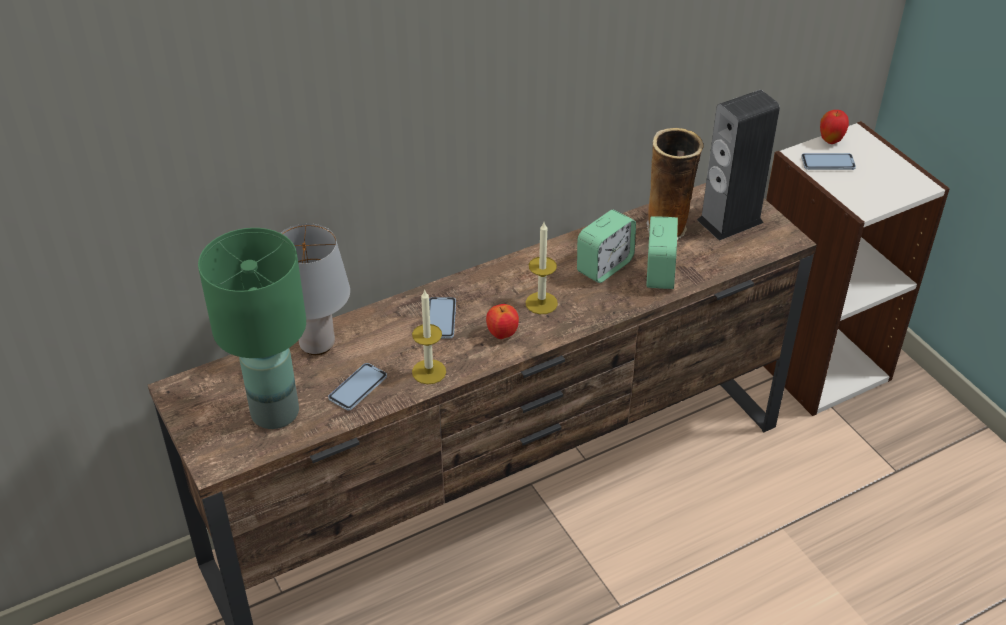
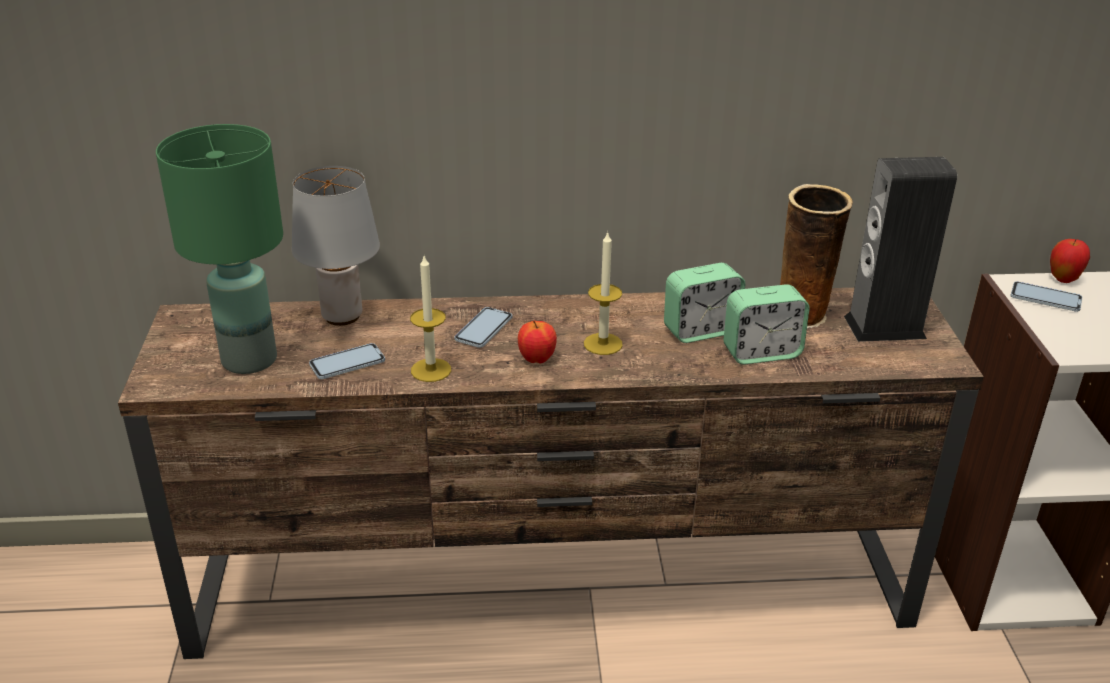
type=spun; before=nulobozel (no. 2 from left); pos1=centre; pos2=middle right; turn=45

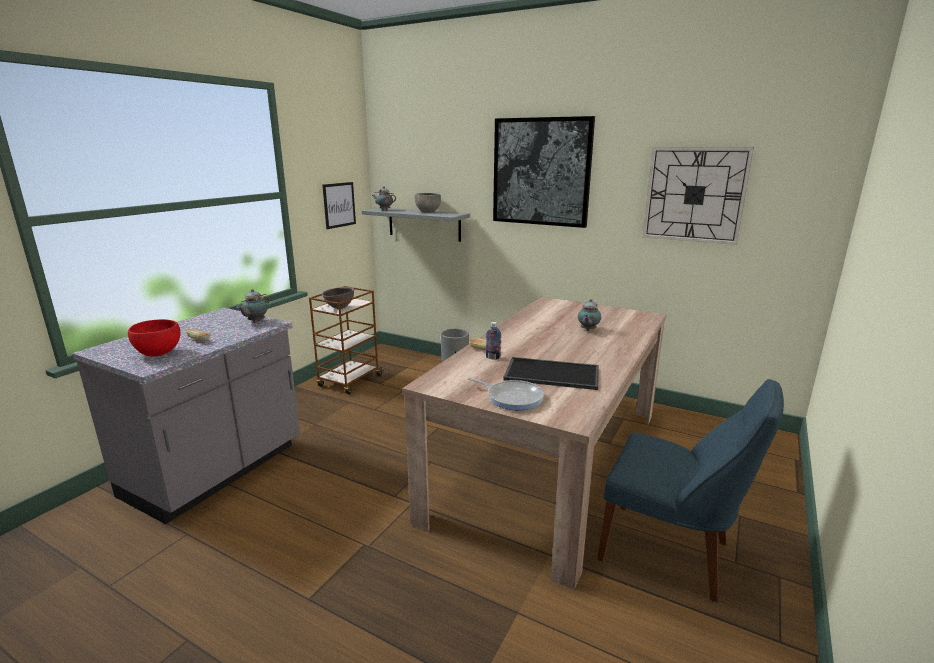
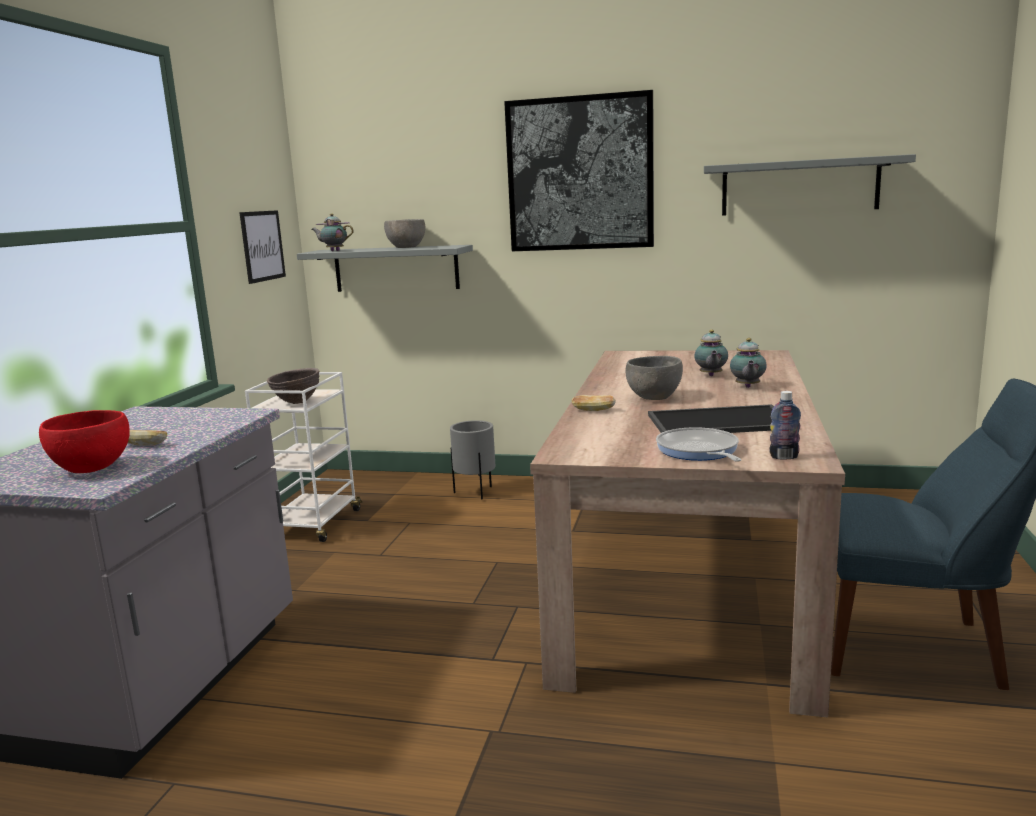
type=relocated; before=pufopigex (no. 1 from left in the first image); after=pufopigex (no. 3 from left); pos1=middle left; pos2=middle right
type=colour; before=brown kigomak; after=white kigomak; pos1=centre; pos2=middle left
type=spun; before=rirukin; pos1=centre; pos2=middle right; turn=-120
type=relocated; before=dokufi; pos1=centre; pos2=middle right
type=exchanged; before=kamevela; after=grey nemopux (no. 2 from left); pos1=top right; pos2=top right
type=appeared; after=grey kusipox (no. 2 from left); pos2=centre

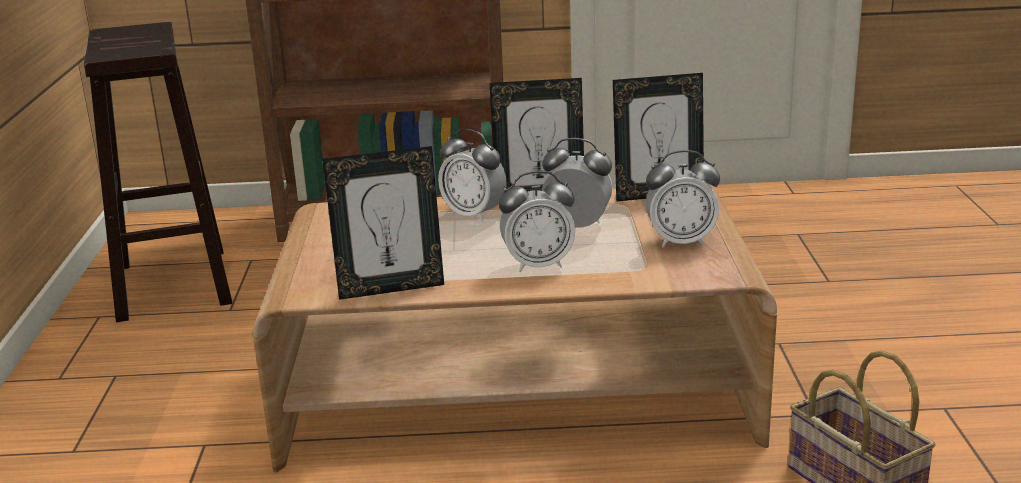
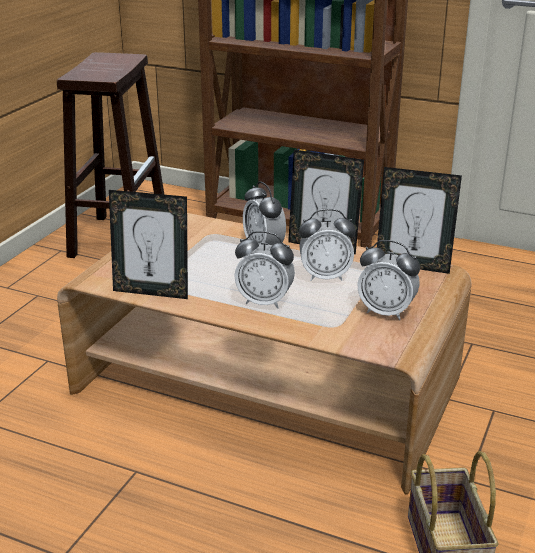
type=spun; before=nulobozel (no. 3 from left); pos1=centre; pos2=centre; turn=135

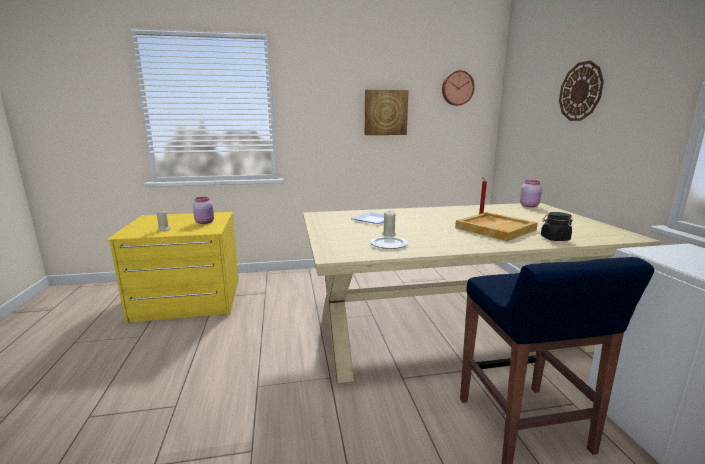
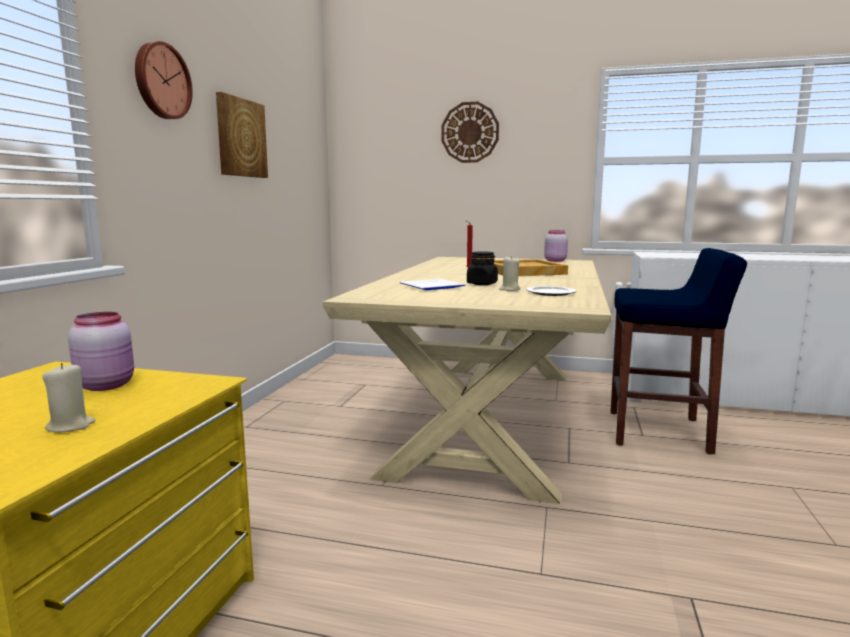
type=relocated; before=kamevela (no. 1 from left); pos1=top centre; pos2=top left
type=relocated; before=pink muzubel (no. 2 from left); pos1=middle right; pos2=centre
type=relocated; before=black muzubel; pos1=middle right; pos2=centre

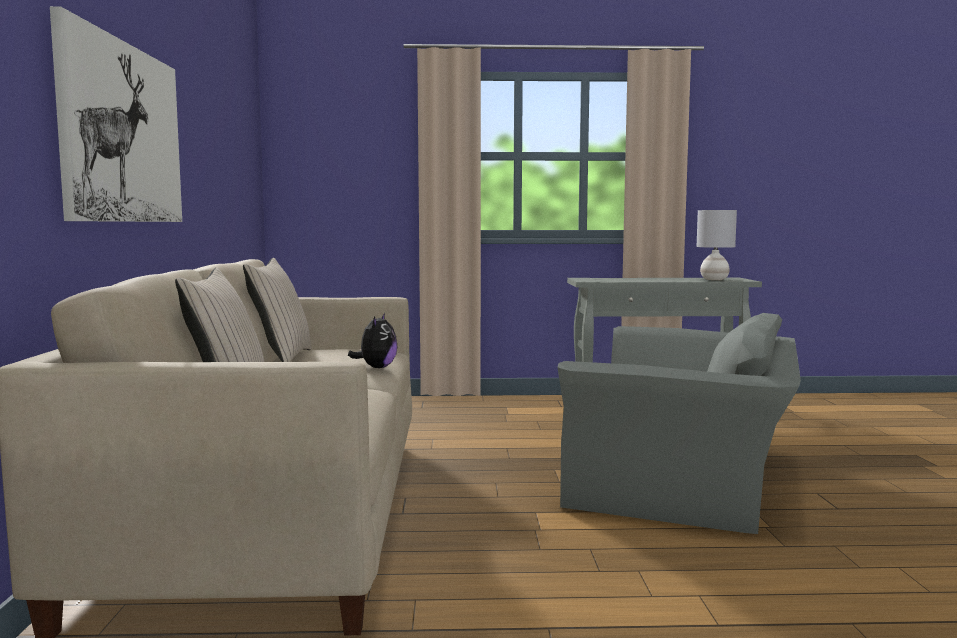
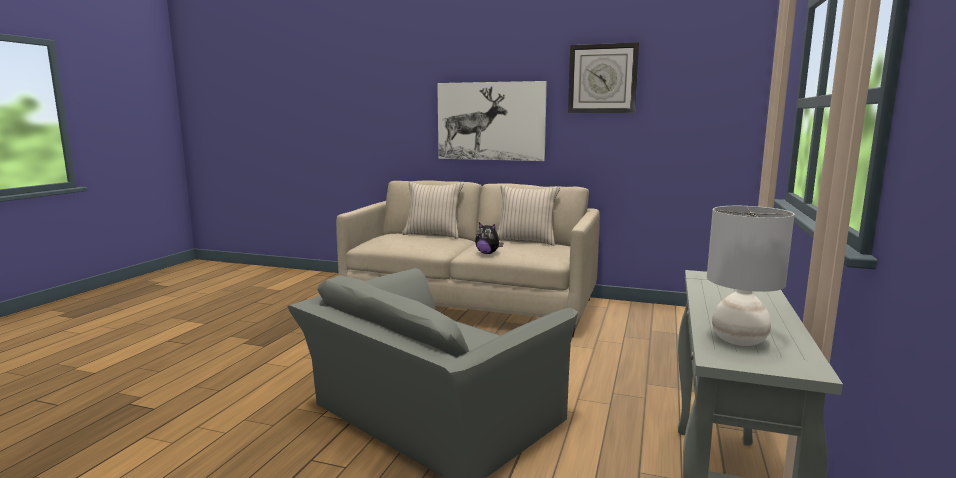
type=appeared; after=kamevela; pos2=top centre

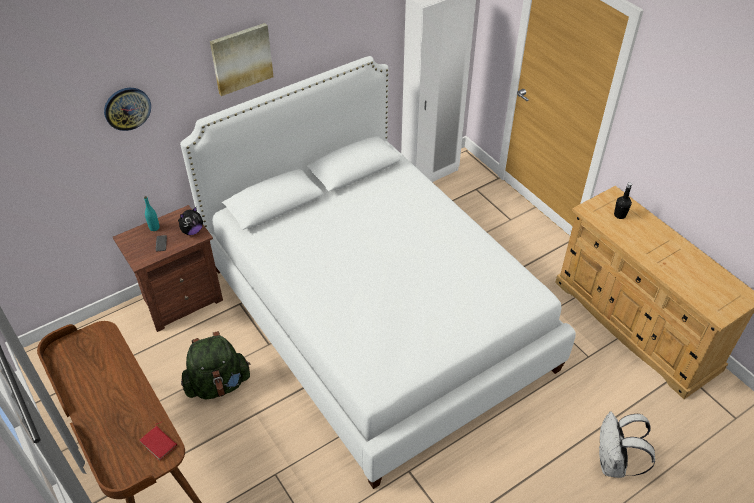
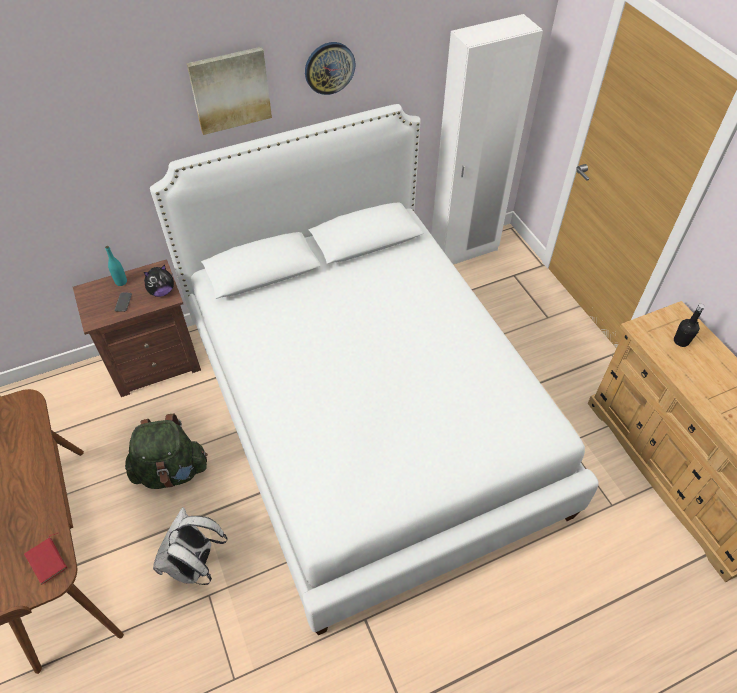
type=relocated; before=kamevela; pos1=top left; pos2=top centre
type=relocated; before=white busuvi; pos1=bottom right; pos2=bottom left

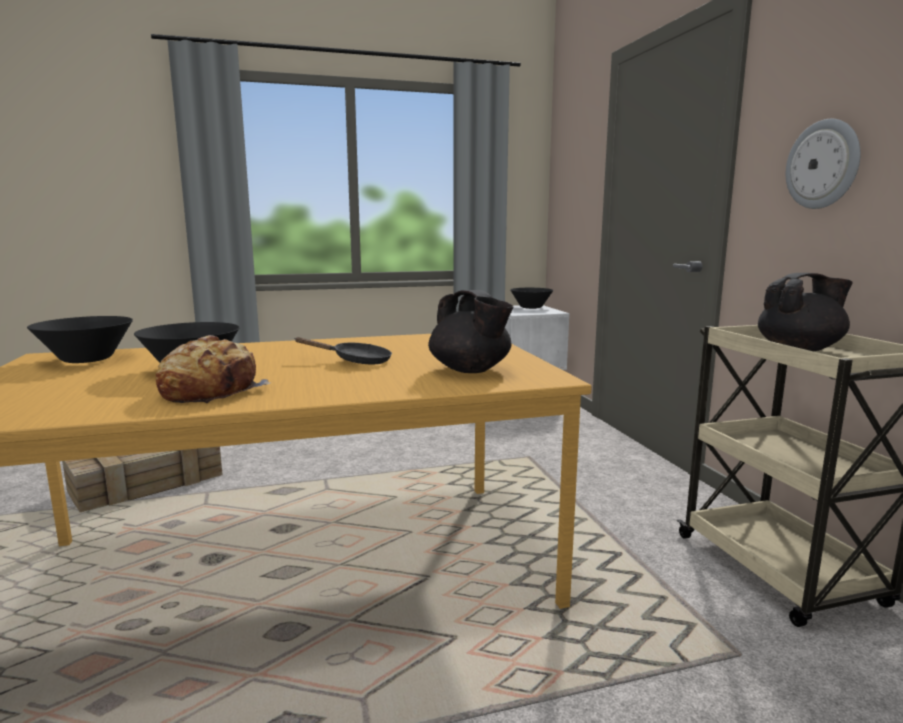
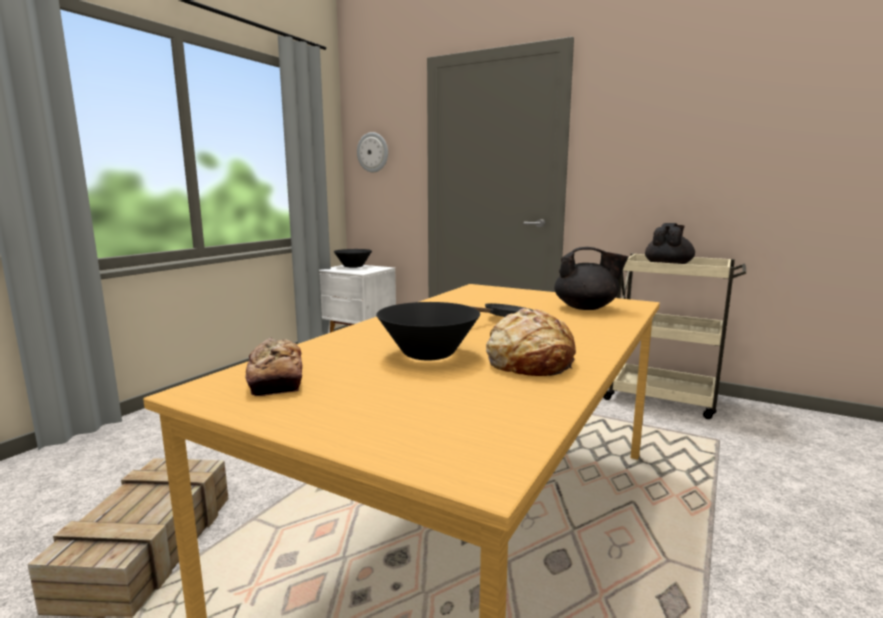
type=exchanged; before=black kusipox (no. 1 from left); after=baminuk (no. 1 from left); pos1=middle left; pos2=middle left
type=relocated; before=kamevela; pos1=top right; pos2=top centre

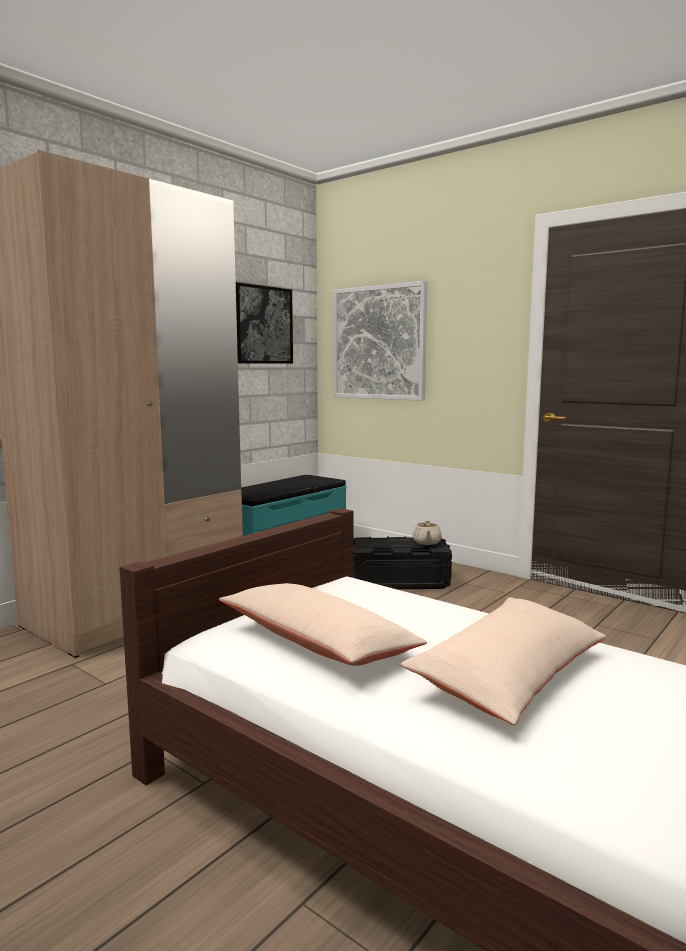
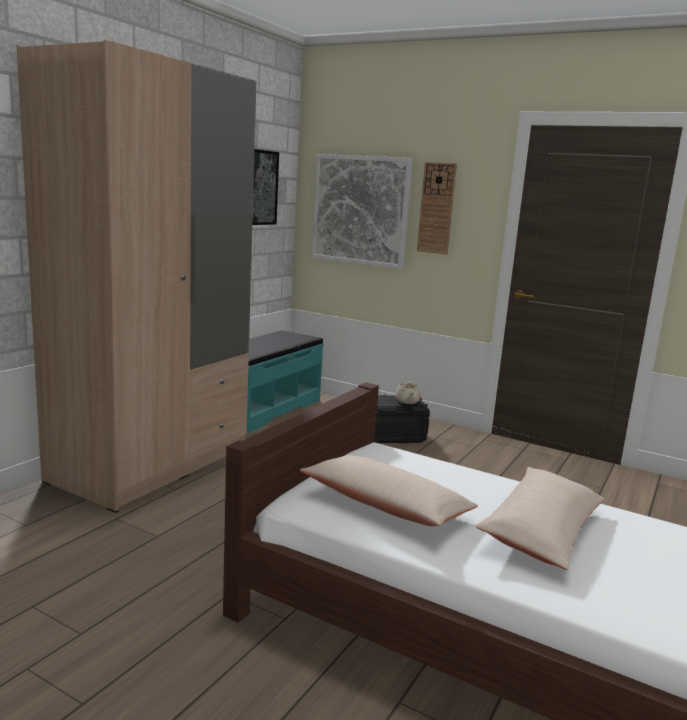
type=appeared; after=kamevela; pos2=top centre

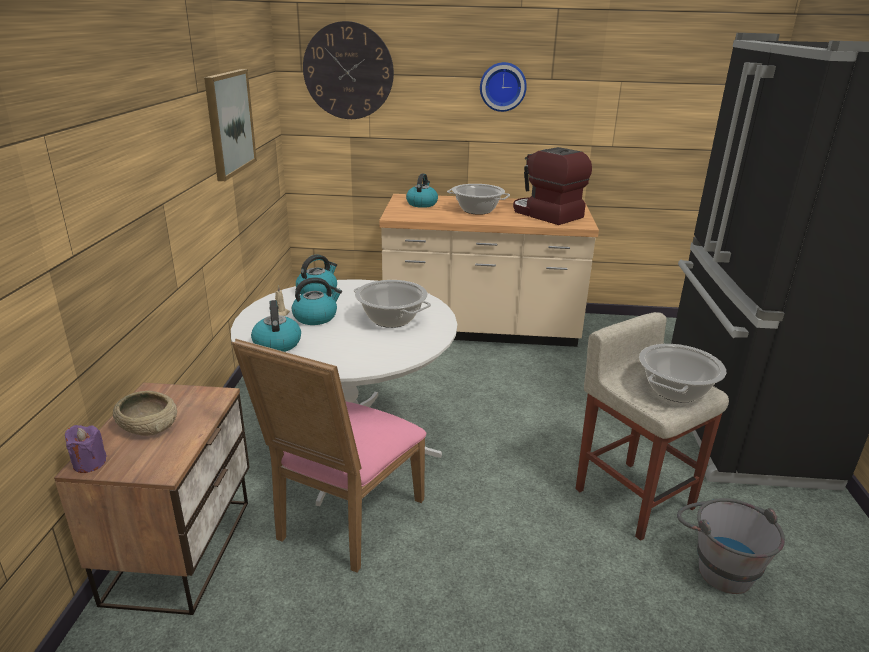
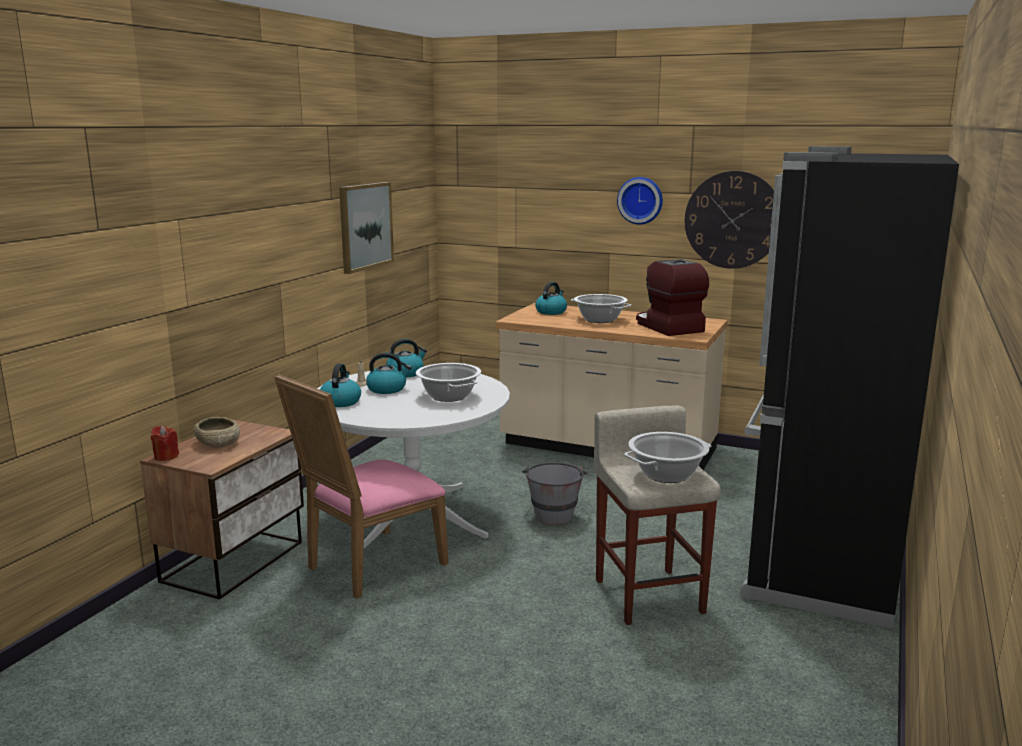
type=colour; before=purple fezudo; after=red fezudo; pos1=bottom left; pos2=middle left
type=relocated; before=kamevela (no. 1 from left in the first image); after=kamevela (no. 2 from left); pos1=top centre; pos2=top right
type=relocated; before=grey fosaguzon; pos1=bottom right; pos2=centre

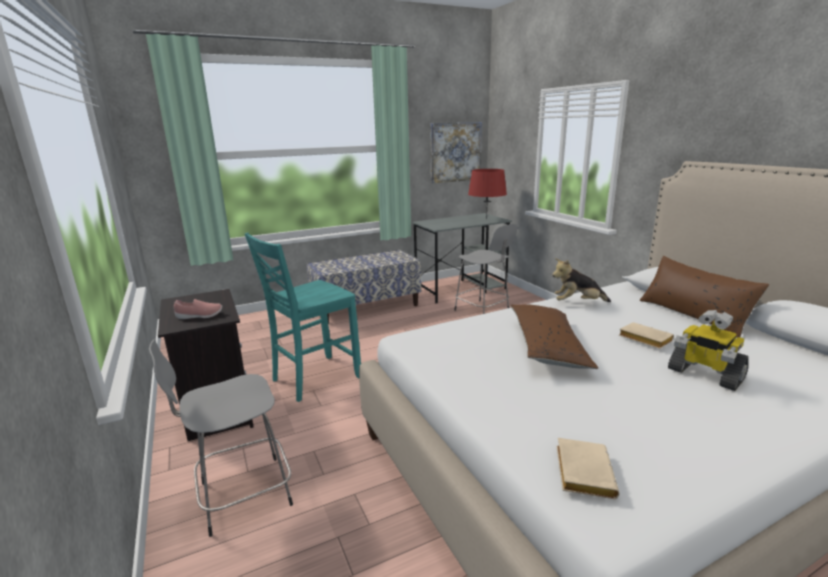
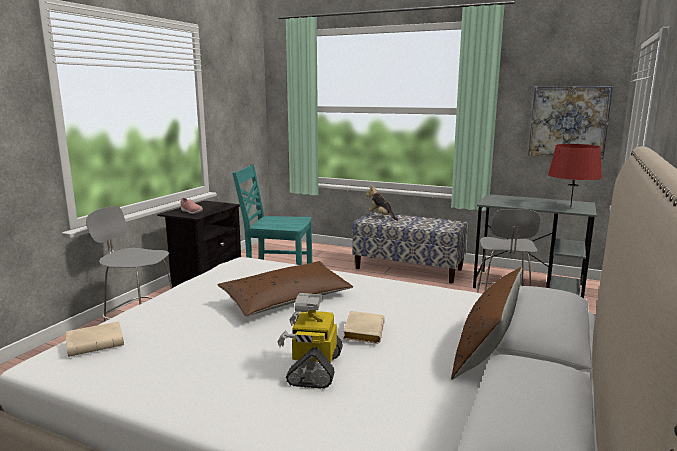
type=relocated; before=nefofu; pos1=middle right; pos2=centre

